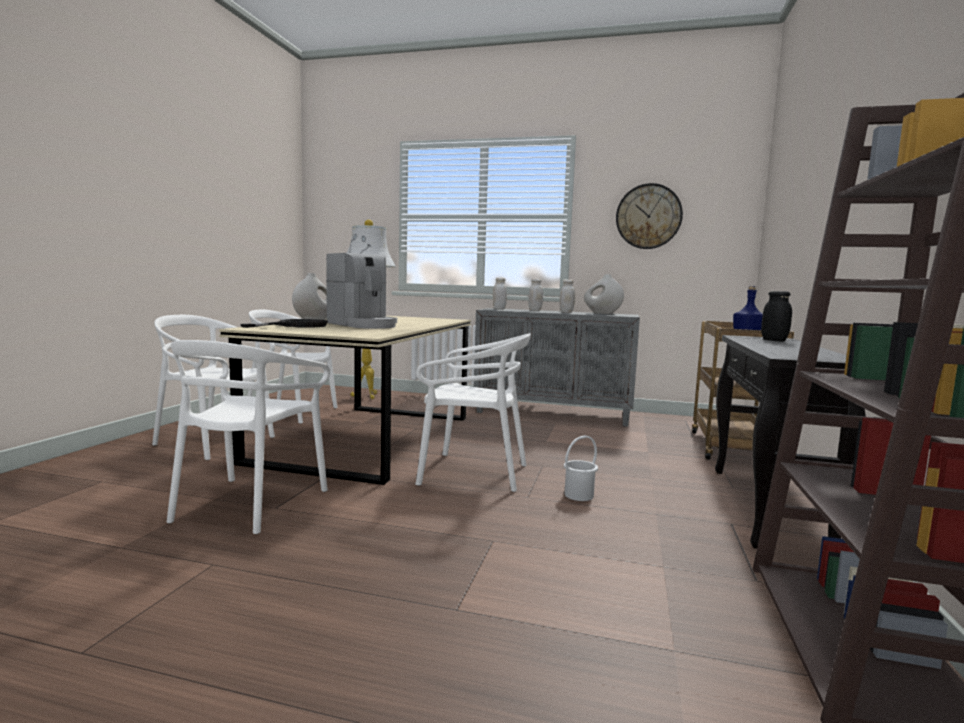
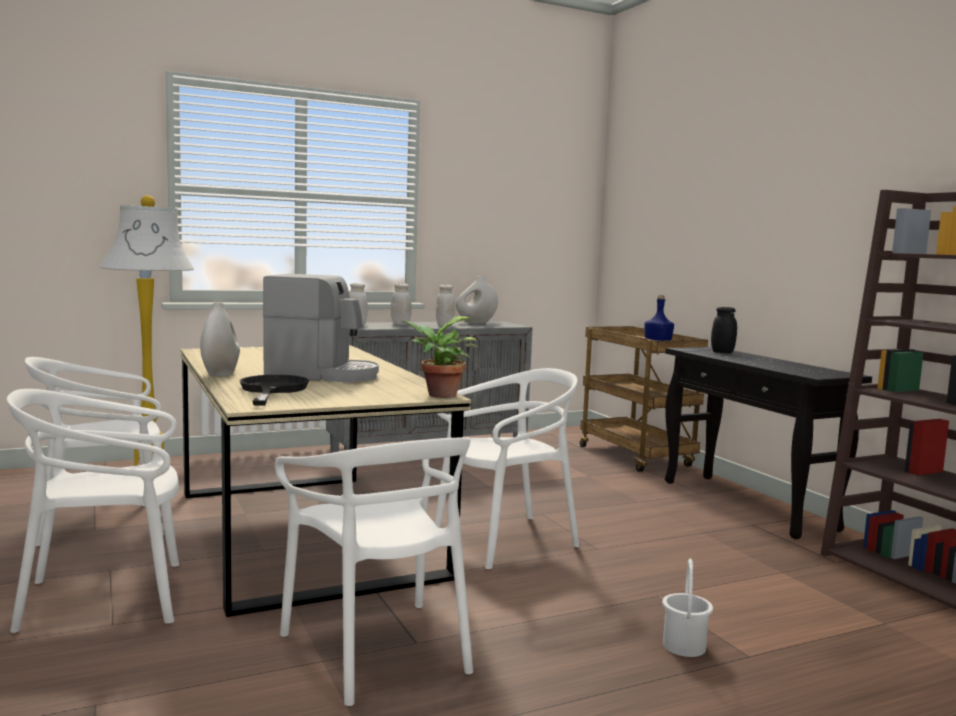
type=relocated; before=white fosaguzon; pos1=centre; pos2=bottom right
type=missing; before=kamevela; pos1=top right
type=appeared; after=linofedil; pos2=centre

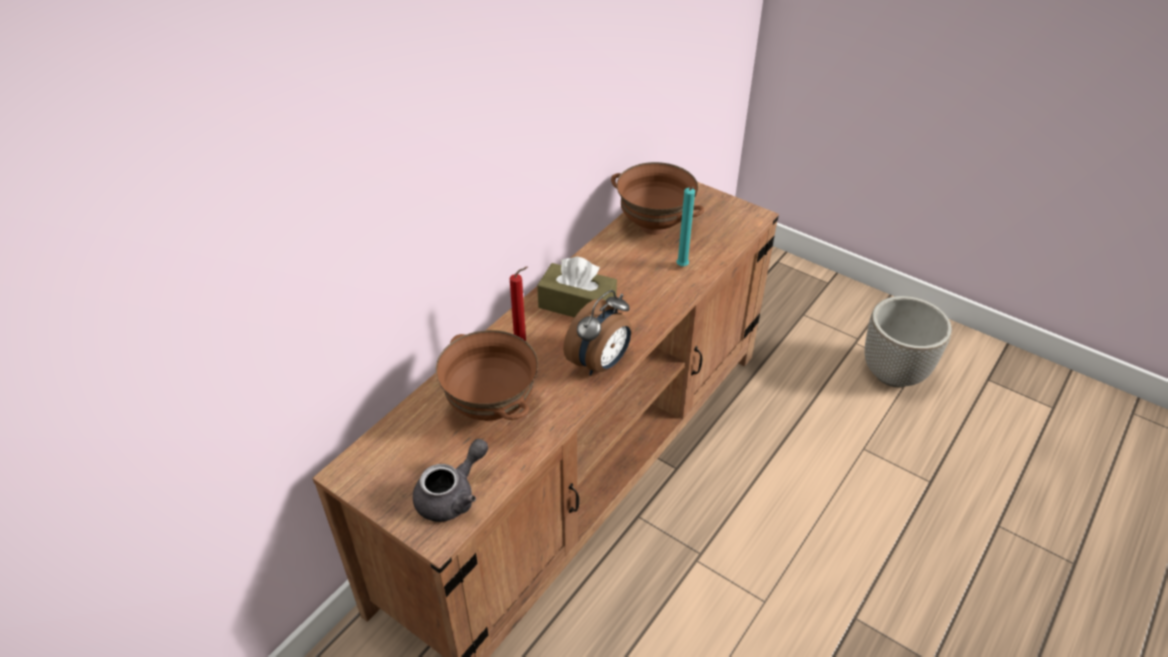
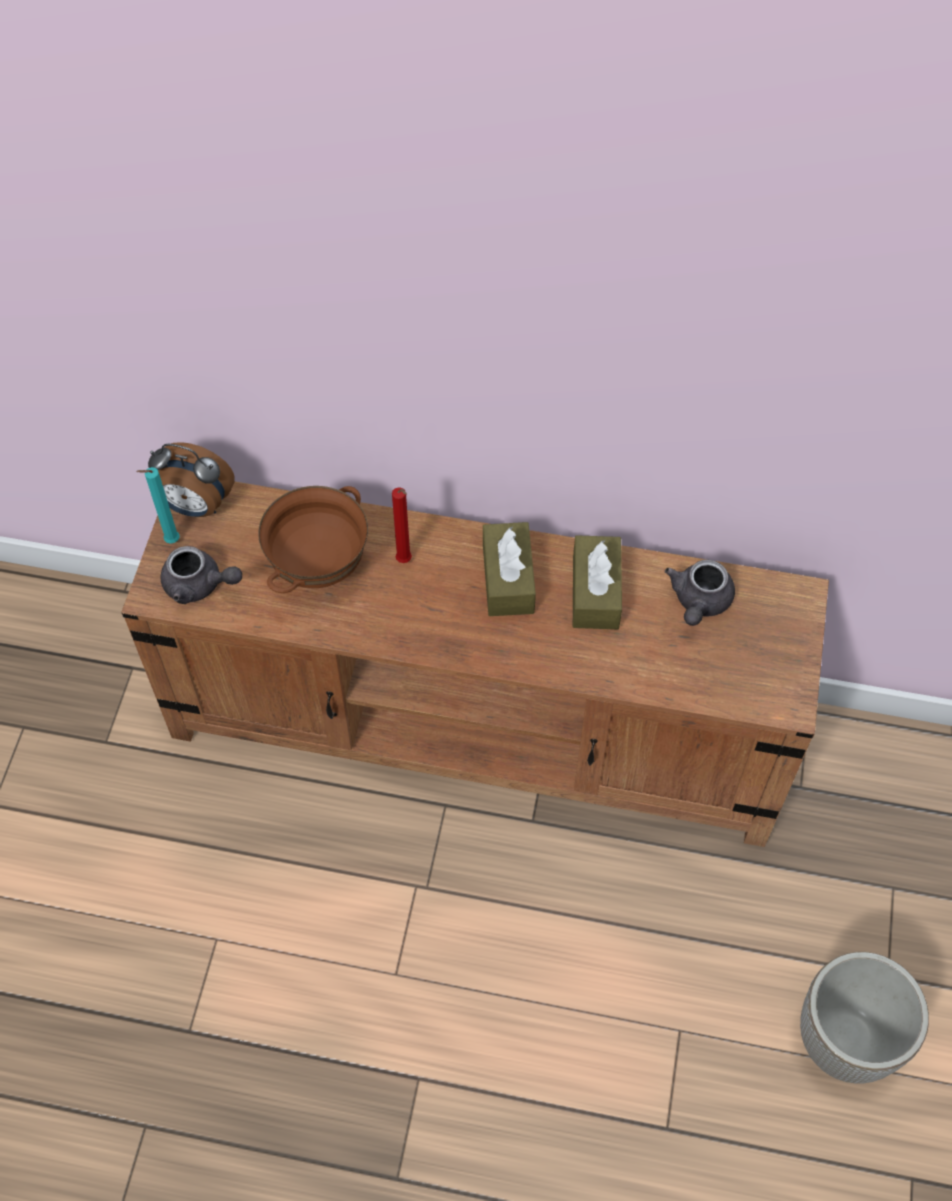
type=relocated; before=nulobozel; pos1=centre; pos2=middle left
type=exchanged; before=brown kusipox (no. 2 from left); after=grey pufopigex (no. 2 from left); pos1=top centre; pos2=middle right
type=relocated; before=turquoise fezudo; pos1=centre; pos2=middle left
type=appeared; after=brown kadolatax (no. 2 from left); pos2=centre

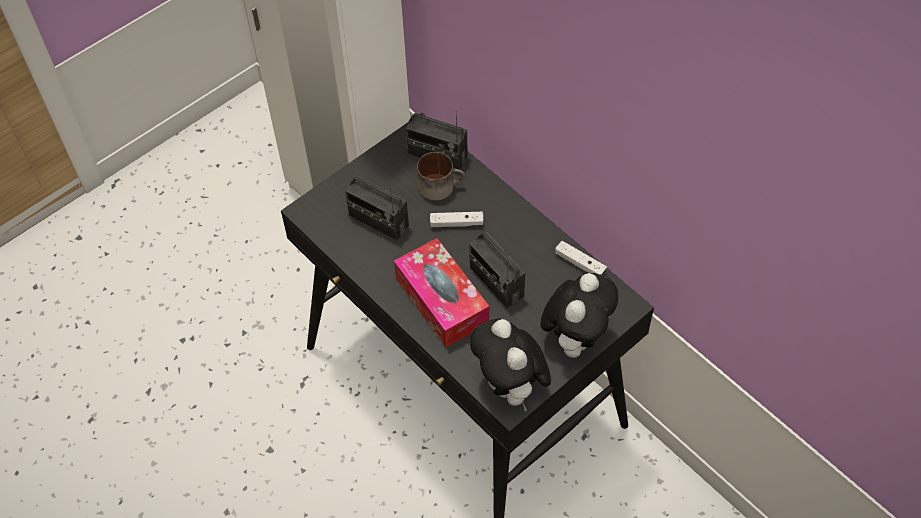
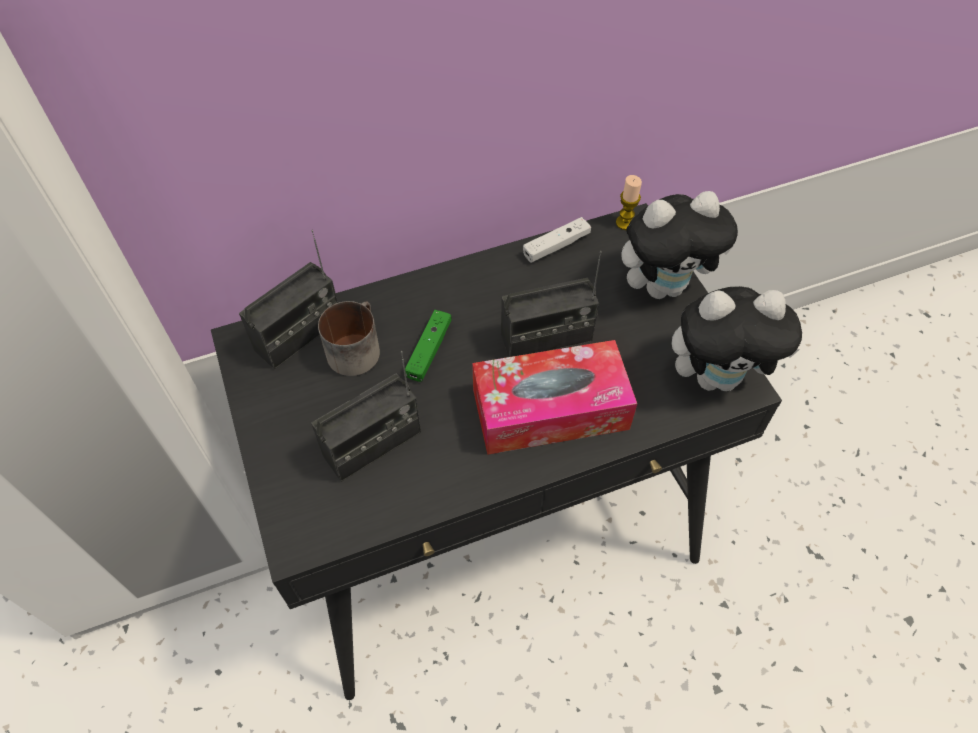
type=colour; before=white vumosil (no. 1 from left); after=green vumosil; pos1=centre; pos2=centre
type=spun; before=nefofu (no. 2 from left in the first image); pos1=centre; pos2=middle right; turn=120
type=appeared; after=fezudo; pos2=top centre

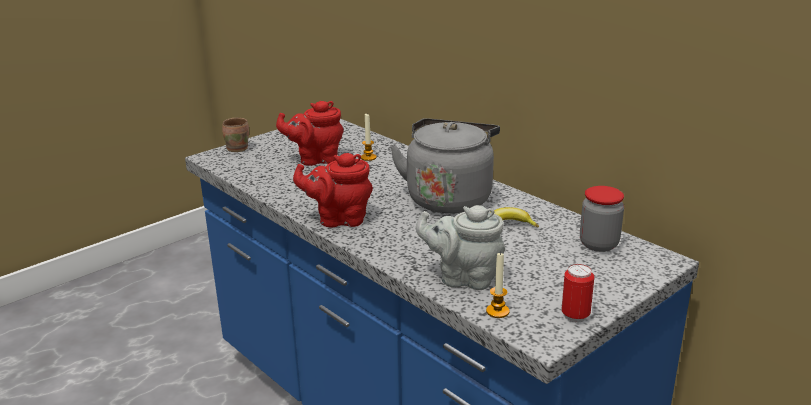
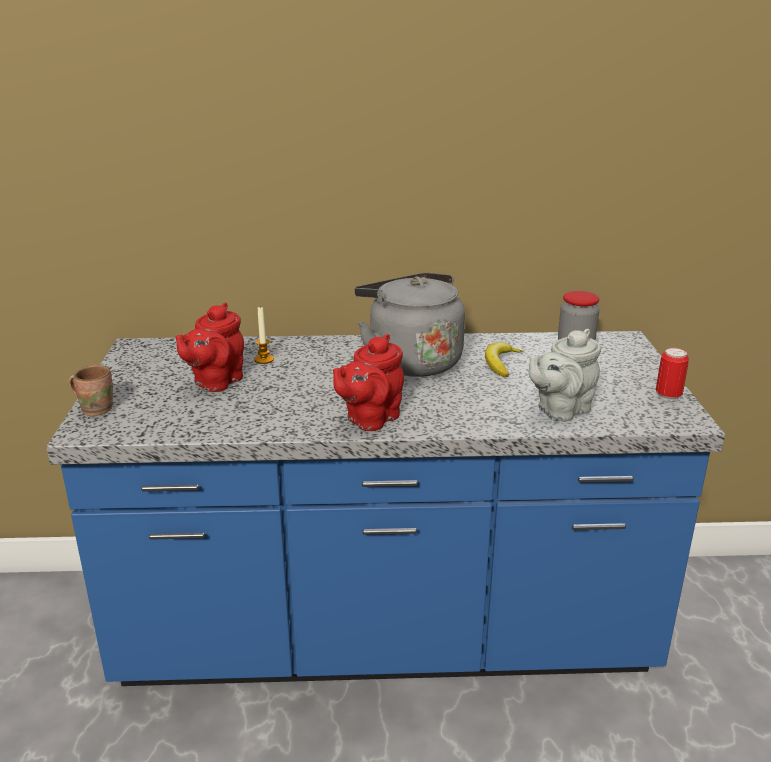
type=missing; before=fezudo (no. 2 from left); pos1=bottom centre

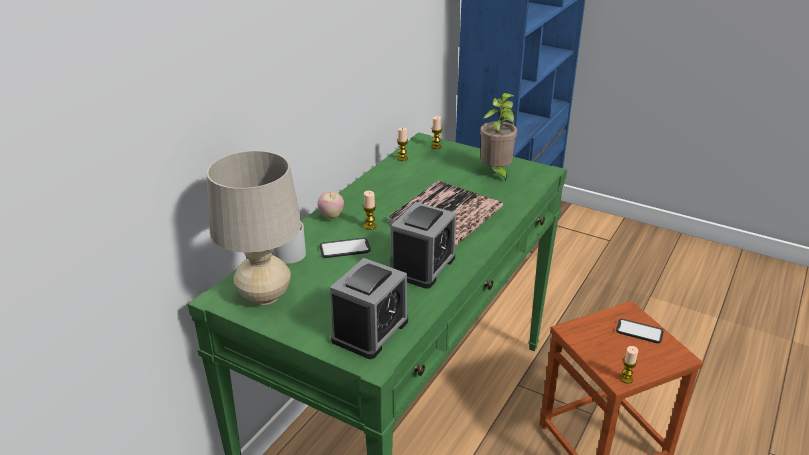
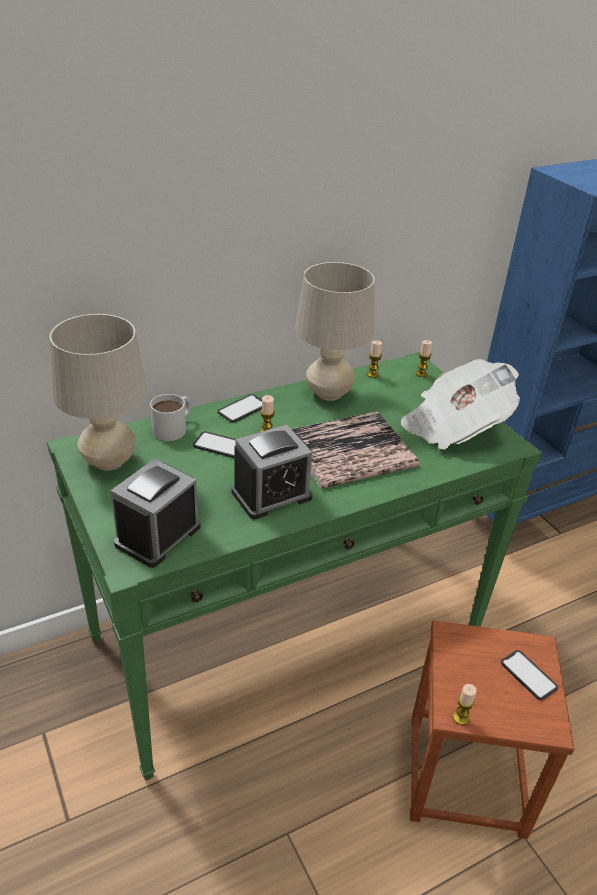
type=exchanged; before=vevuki; after=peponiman (no. 2 from left); pos1=centre; pos2=centre
type=spun; before=nulobozel (no. 1 from left); pos1=bottom centre; pos2=middle left; turn=150
type=exchanged; before=linofedil; after=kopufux; pos1=top centre; pos2=middle right
type=appeared; after=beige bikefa (no. 2 from left); pos2=centre

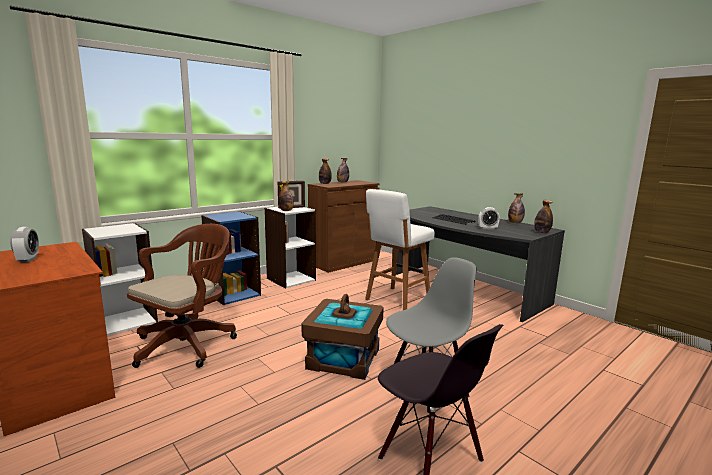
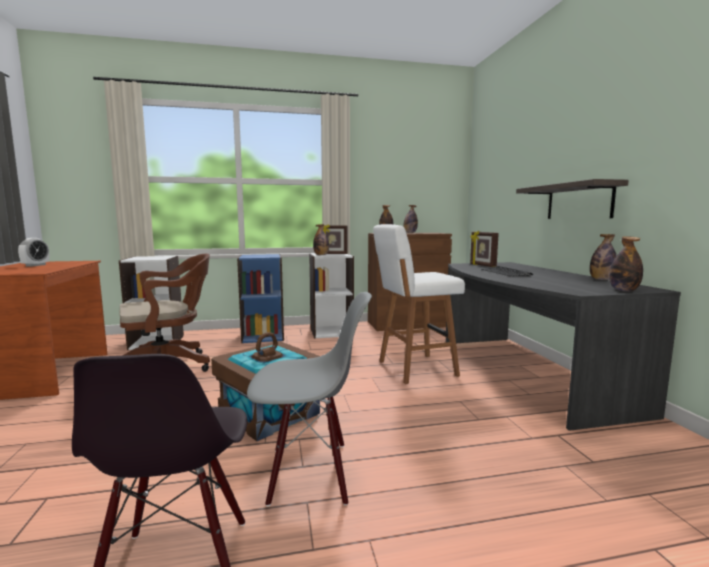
type=missing; before=nulobozel (no. 2 from left); pos1=middle right
type=appeared; after=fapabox (no. 2 from left); pos2=middle right
type=appeared; after=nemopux; pos2=middle right

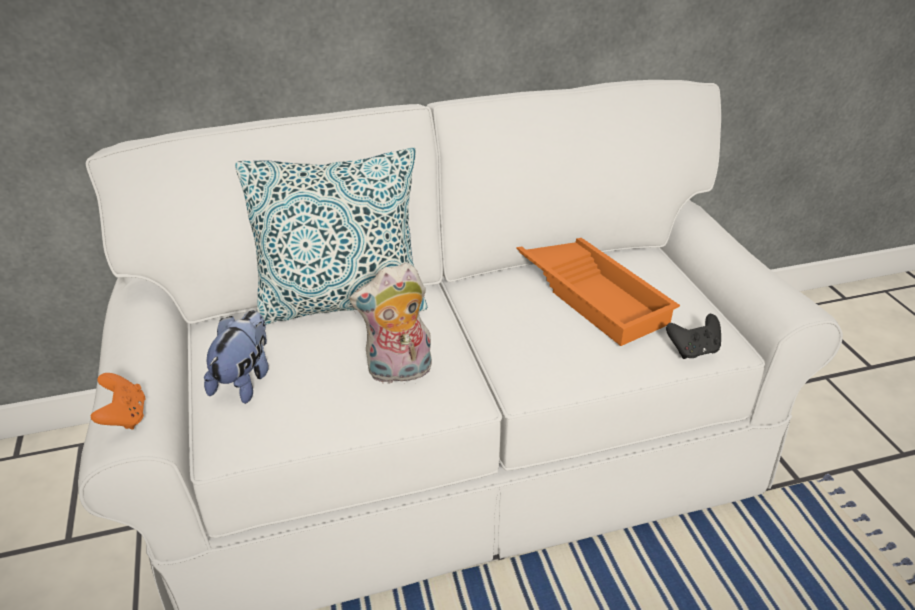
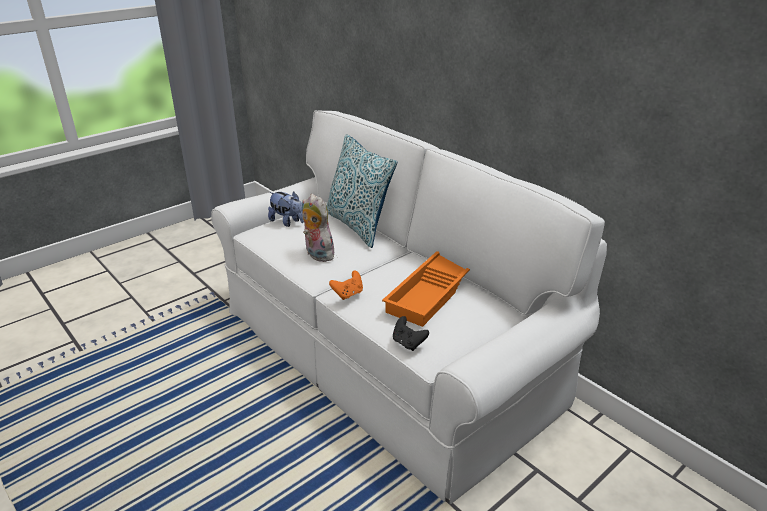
type=relocated; before=orange vumosil; pos1=middle left; pos2=centre
type=spun; before=nefofu (no. 1 from left); pos1=middle left; pos2=centre; turn=45

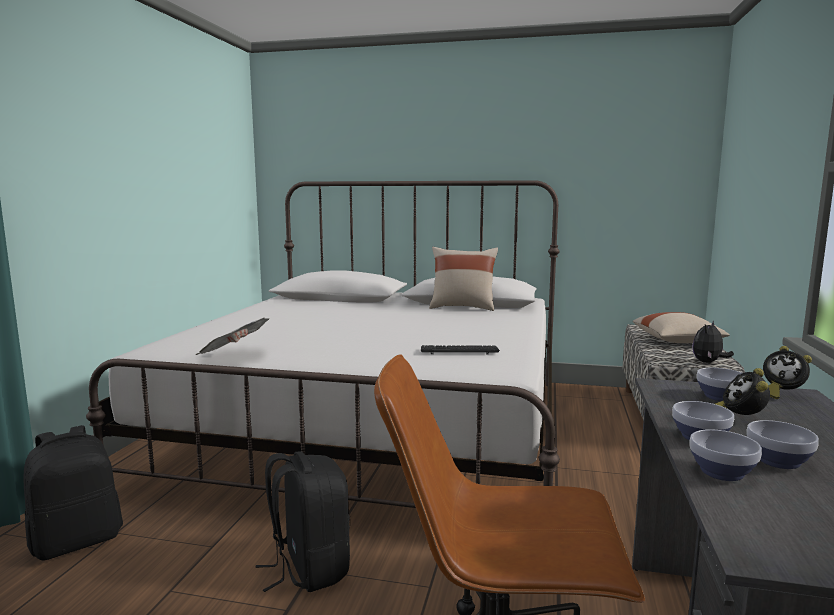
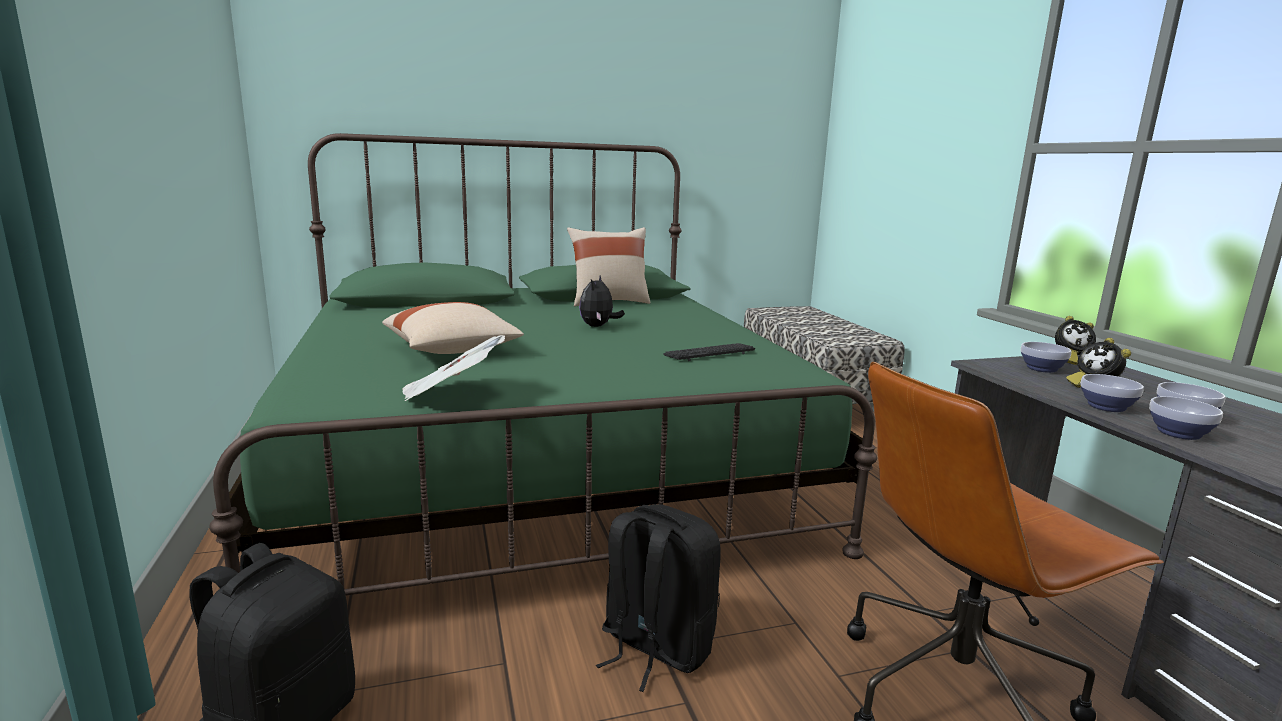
type=colour; before=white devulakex; after=green devulakex; pos1=centre; pos2=centre
type=relocated; before=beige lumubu (no. 2 from left in the first image); after=beige lumubu (no. 1 from left); pos1=middle right; pos2=centre
type=relocated; before=nefofu; pos1=middle right; pos2=centre

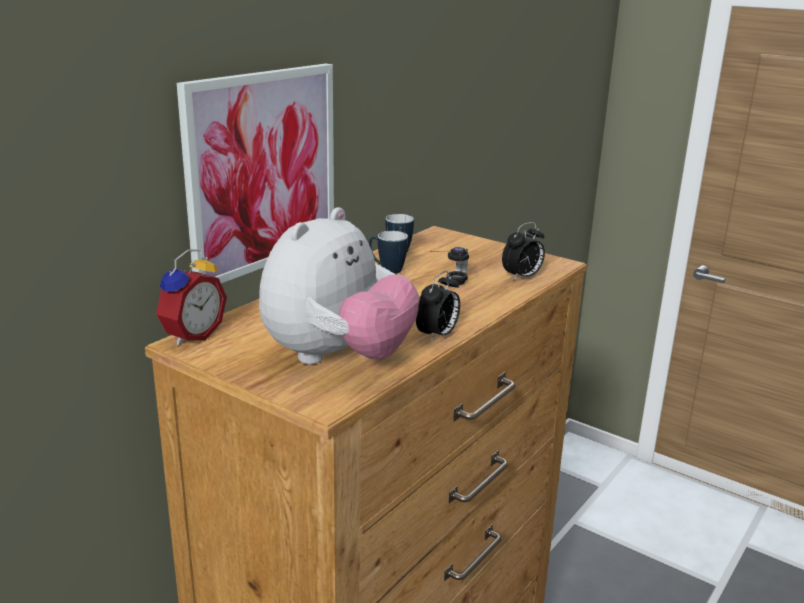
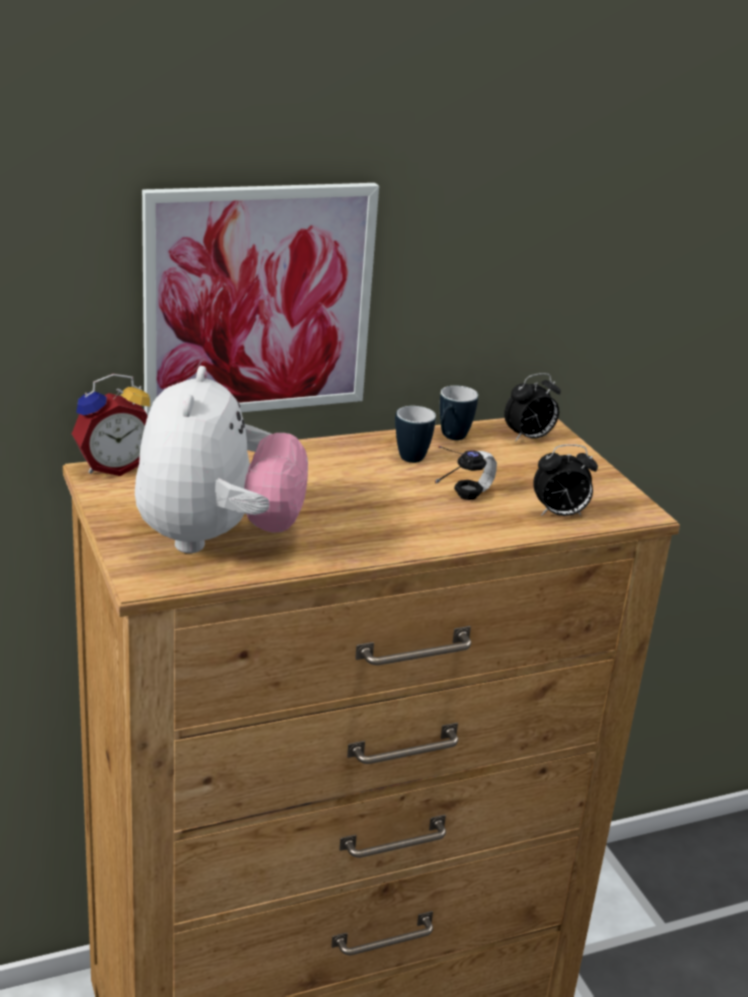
type=spun; before=nefofu; pos1=centre; pos2=middle left; turn=-60
type=relocated; before=nulobozel (no. 2 from left); pos1=centre; pos2=middle right

